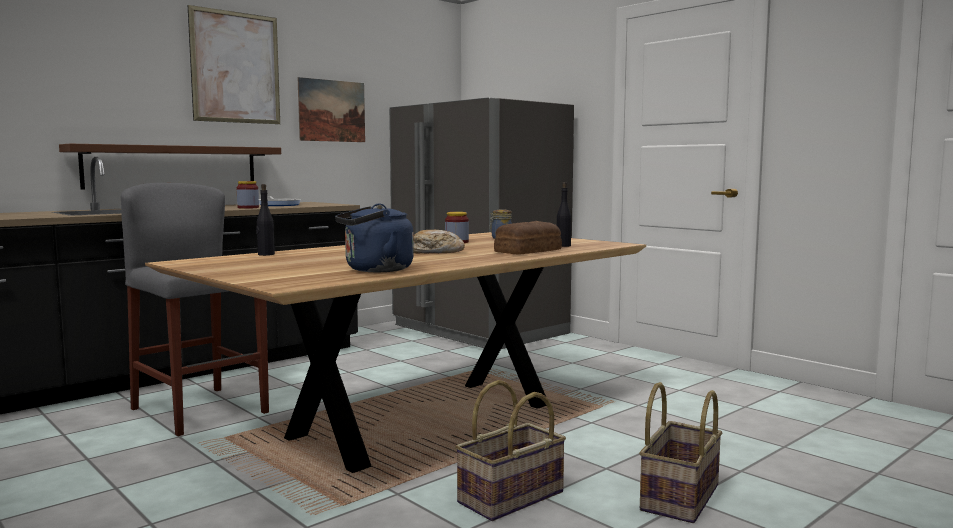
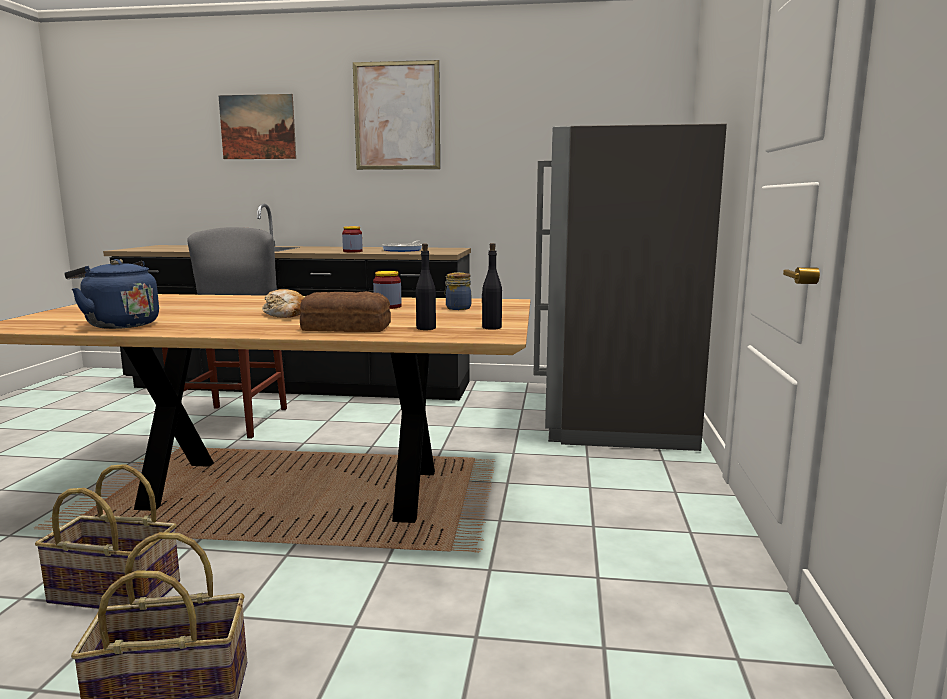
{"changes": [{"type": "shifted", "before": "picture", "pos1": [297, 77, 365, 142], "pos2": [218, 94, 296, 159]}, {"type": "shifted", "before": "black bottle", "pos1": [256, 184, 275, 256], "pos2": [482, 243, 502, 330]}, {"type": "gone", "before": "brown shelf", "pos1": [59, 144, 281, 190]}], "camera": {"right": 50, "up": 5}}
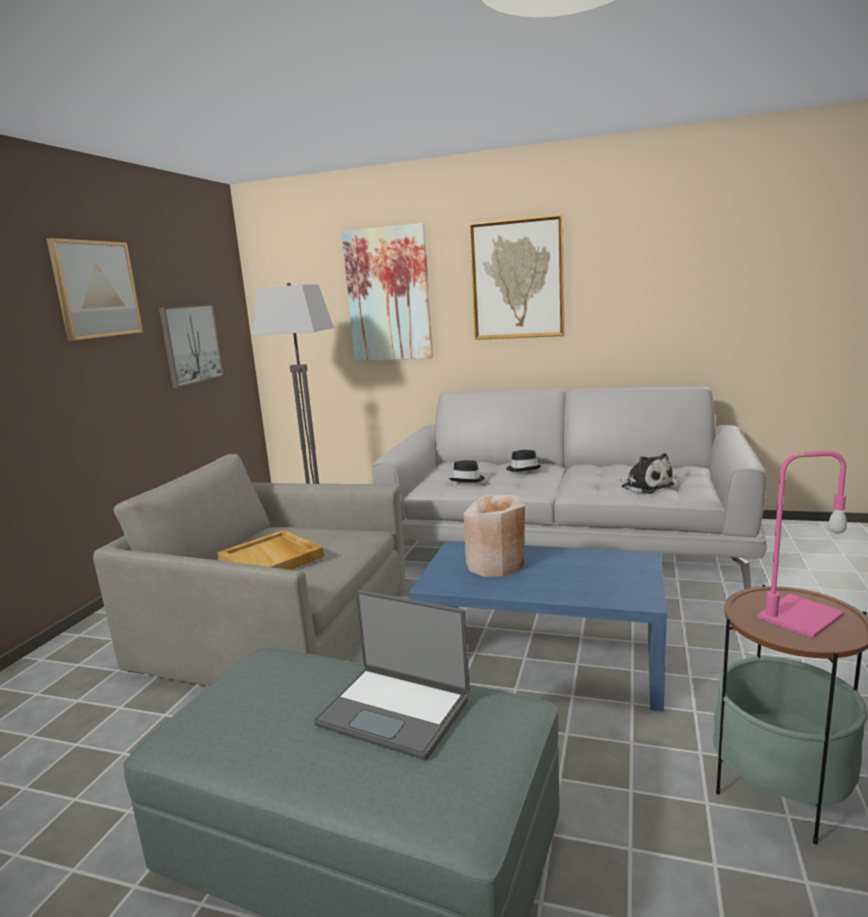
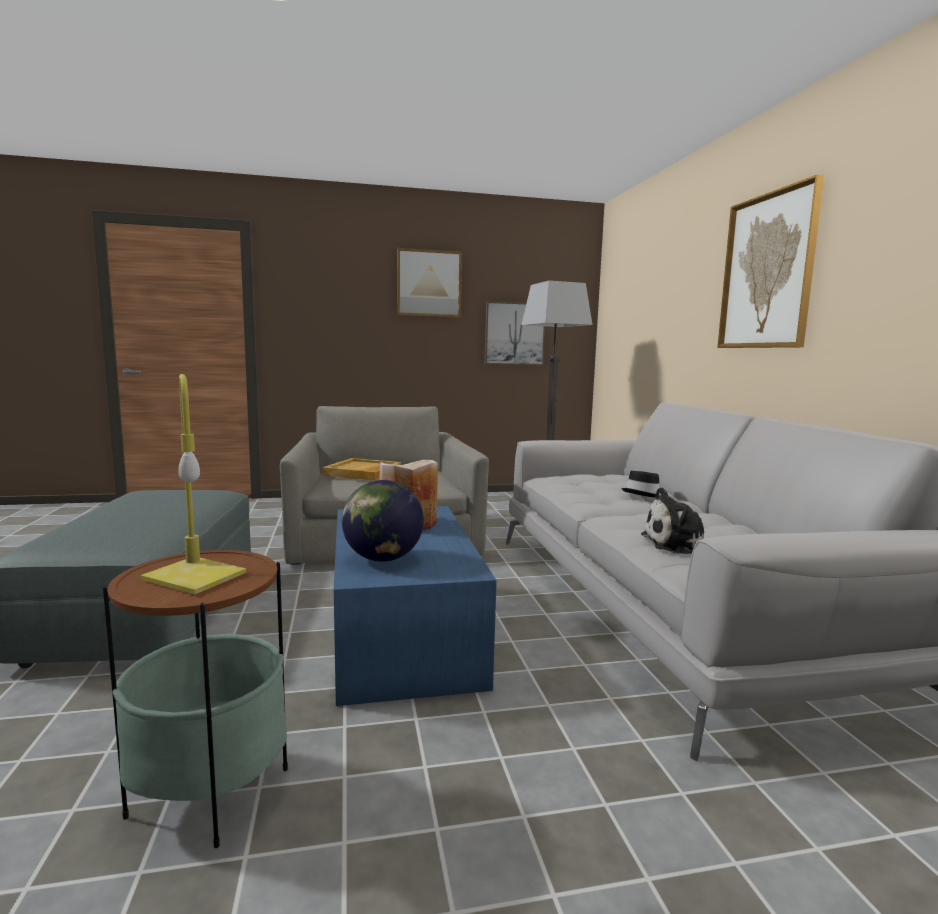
{"changes": [{"type": "repainted", "before": "pink table lamp", "after": "yellow table lamp", "pos1": [758, 451, 847, 638], "pos2": [140, 374, 246, 594]}, {"type": "new", "after": "globe", "pos2": [342, 480, 424, 562]}, {"type": "rotated", "before": "plush toy", "pos1": [617, 453, 675, 494], "pos2": [641, 487, 704, 554], "turn": 60}, {"type": "gone", "before": "laptop", "pos1": [313, 590, 470, 760]}, {"type": "gone", "before": "picture", "pos1": [342, 223, 433, 361]}, {"type": "gone", "before": "black hat", "pos1": [449, 460, 485, 483]}], "camera": {"right": 60, "up": -5}}
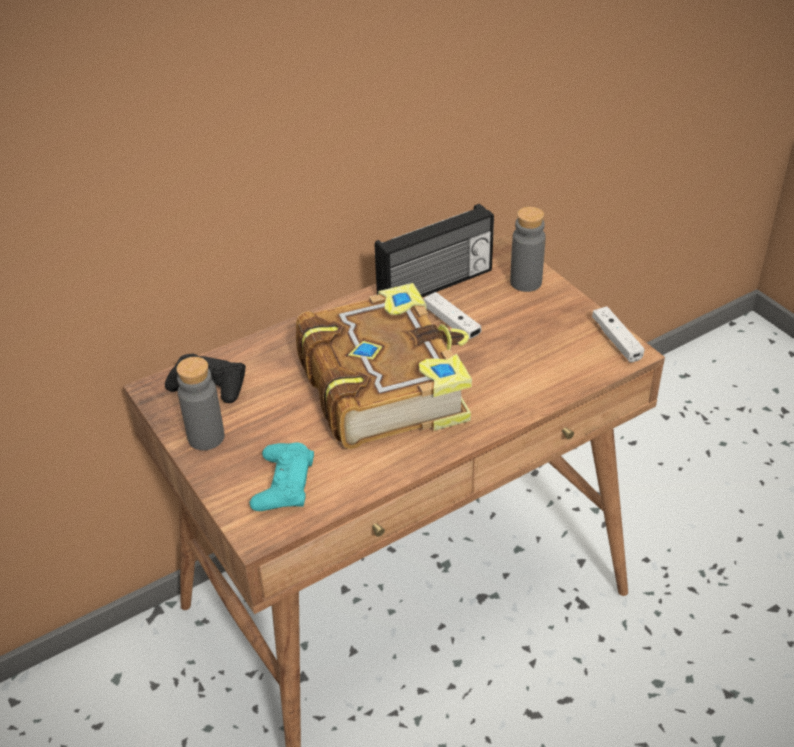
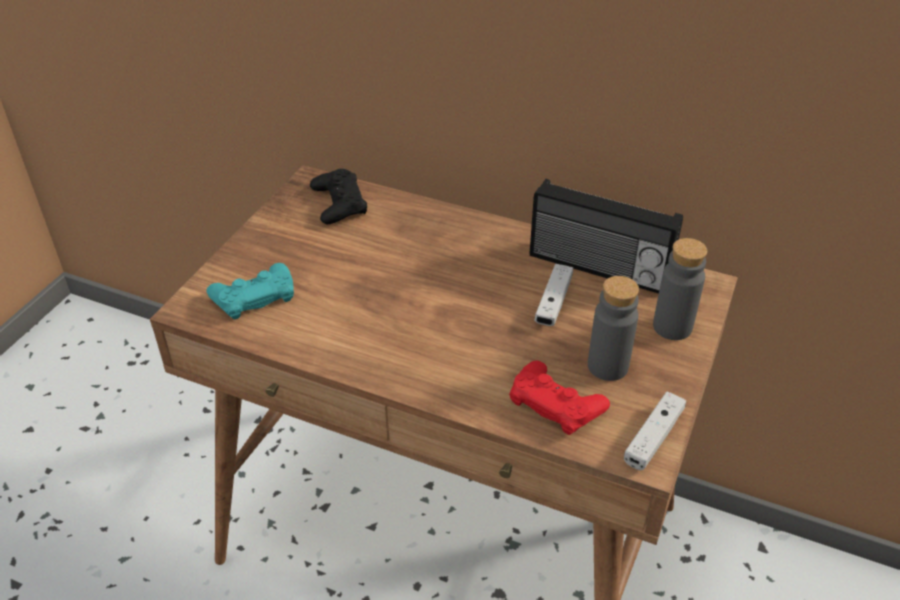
{"changes": [{"type": "new", "after": "red game controller", "pos2": [509, 361, 610, 435]}, {"type": "shifted", "before": "grey bottle", "pos1": [176, 357, 225, 450], "pos2": [588, 276, 639, 381]}, {"type": "gone", "before": "book", "pos1": [296, 283, 472, 449]}], "camera": {"right": 55, "up": 0}}
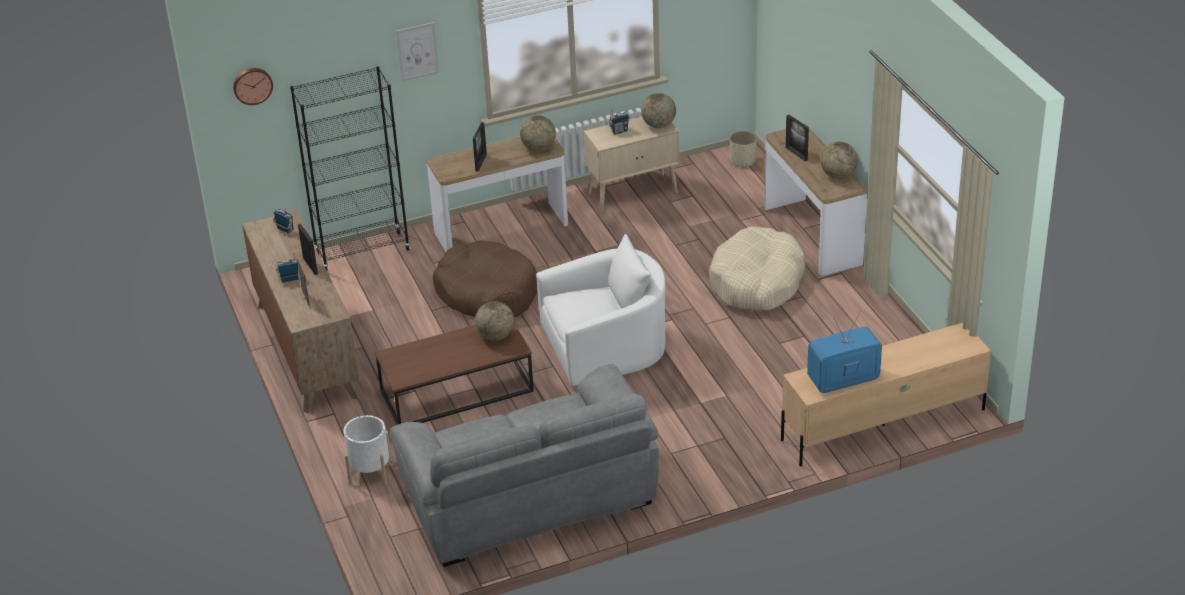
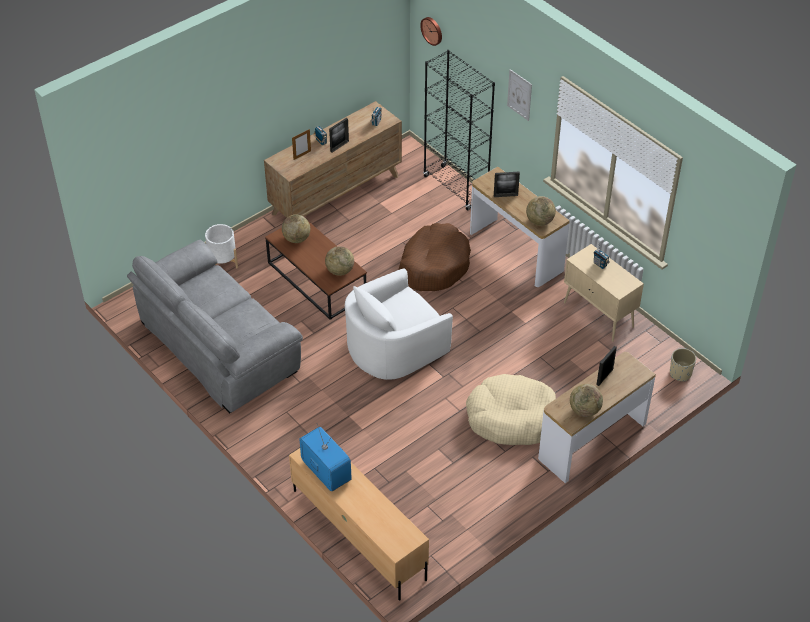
{"changes": [{"type": "shifted", "before": "globe", "pos1": [641, 93, 676, 128], "pos2": [282, 214, 310, 243]}, {"type": "rotated", "before": "white armchair", "pos1": [536, 234, 666, 386], "pos2": [345, 268, 453, 380], "turn": 90}], "camera": {"right": 70, "up": 10}}
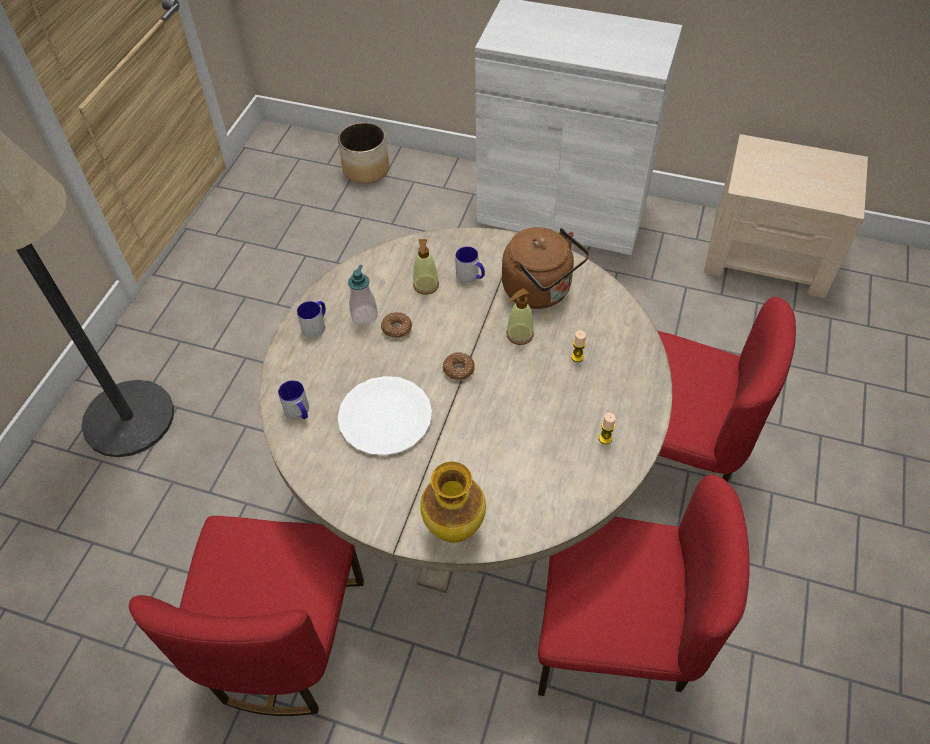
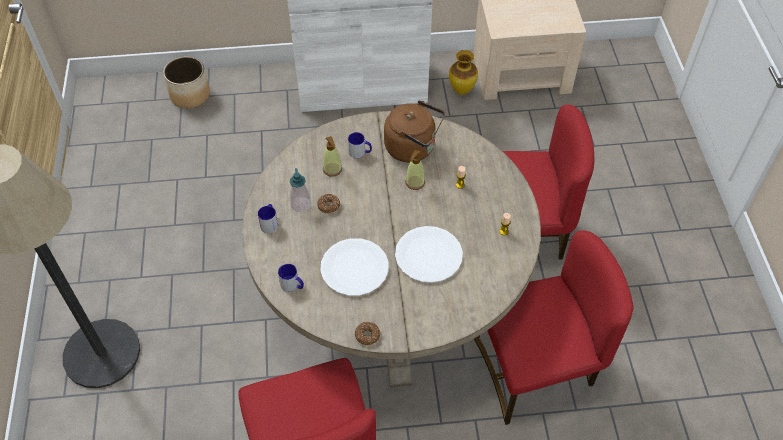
{"changes": [{"type": "shifted", "before": "donut", "pos1": [443, 352, 475, 380], "pos2": [355, 322, 380, 345]}, {"type": "new", "after": "white plate", "pos2": [395, 226, 463, 283]}, {"type": "shifted", "before": "vase", "pos1": [420, 462, 486, 543], "pos2": [449, 50, 478, 95]}], "camera": {"right": -25, "up": 0}}
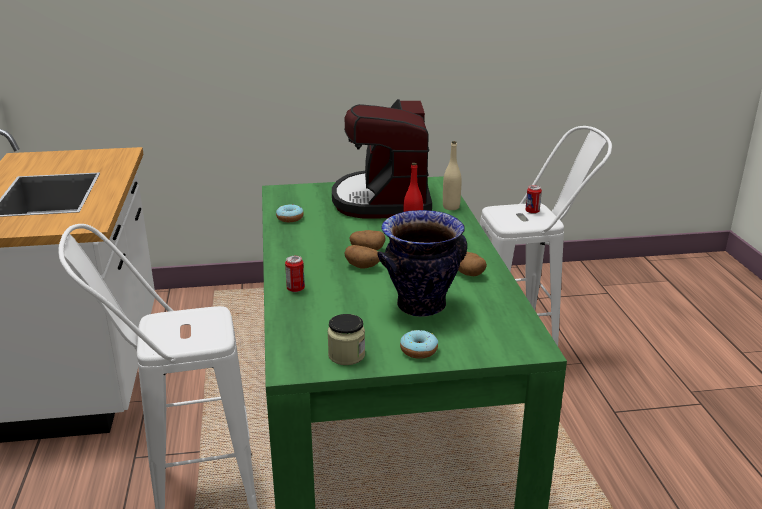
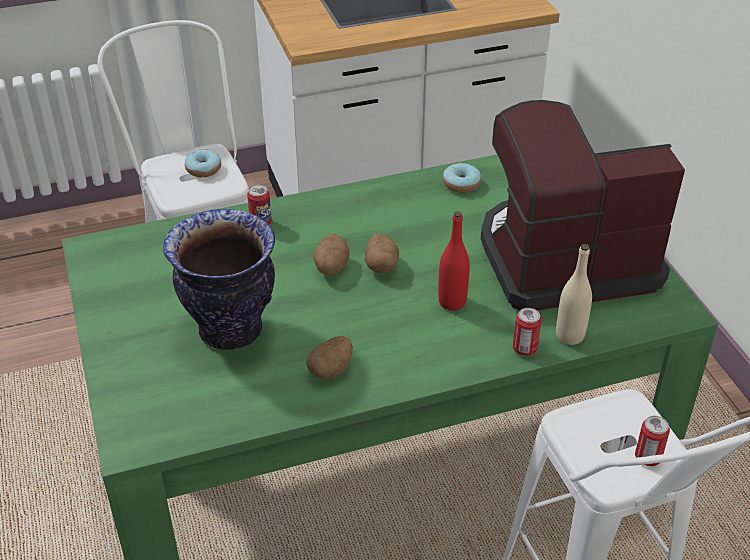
{"changes": [{"type": "shifted", "before": "donut", "pos1": [400, 330, 438, 359], "pos2": [185, 149, 221, 177]}, {"type": "new", "after": "can", "pos2": [513, 308, 542, 356]}, {"type": "gone", "before": "jar", "pos1": [327, 314, 365, 365]}], "camera": {"right": 80, "up": 15}}
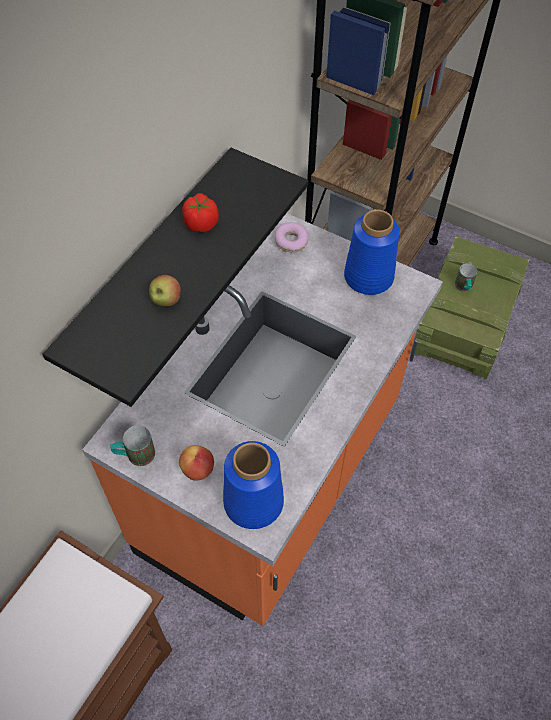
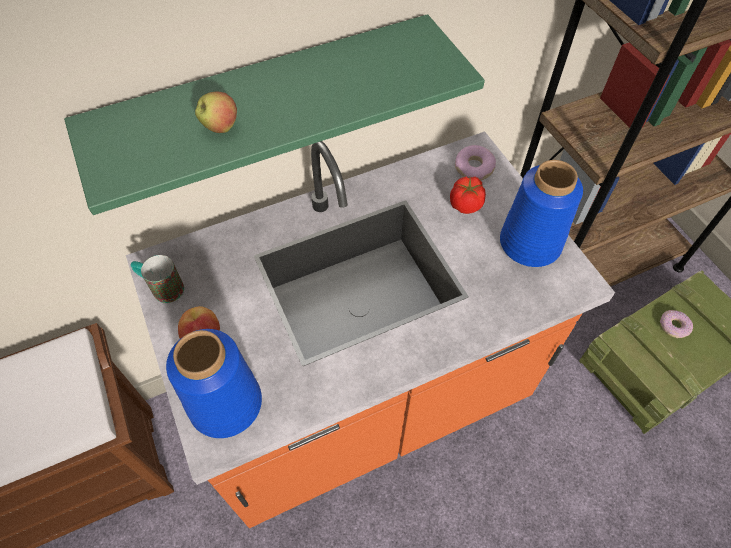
{"changes": [{"type": "repainted", "before": "black shelf", "after": "green shelf", "pos1": [42, 148, 308, 407], "pos2": [64, 14, 485, 215]}, {"type": "shifted", "before": "tomato", "pos1": [182, 193, 219, 232], "pos2": [450, 177, 486, 214]}, {"type": "swapped", "before": "mug", "after": "donut", "pos1": [455, 263, 477, 292], "pos2": [660, 310, 693, 338]}], "camera": {"right": 35, "up": 0}}
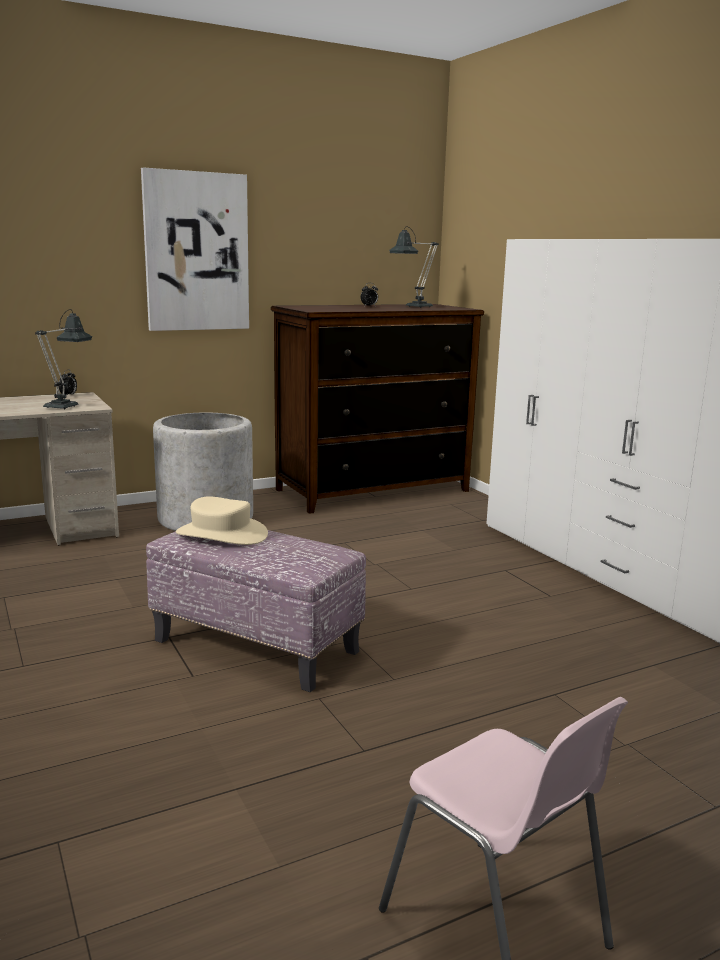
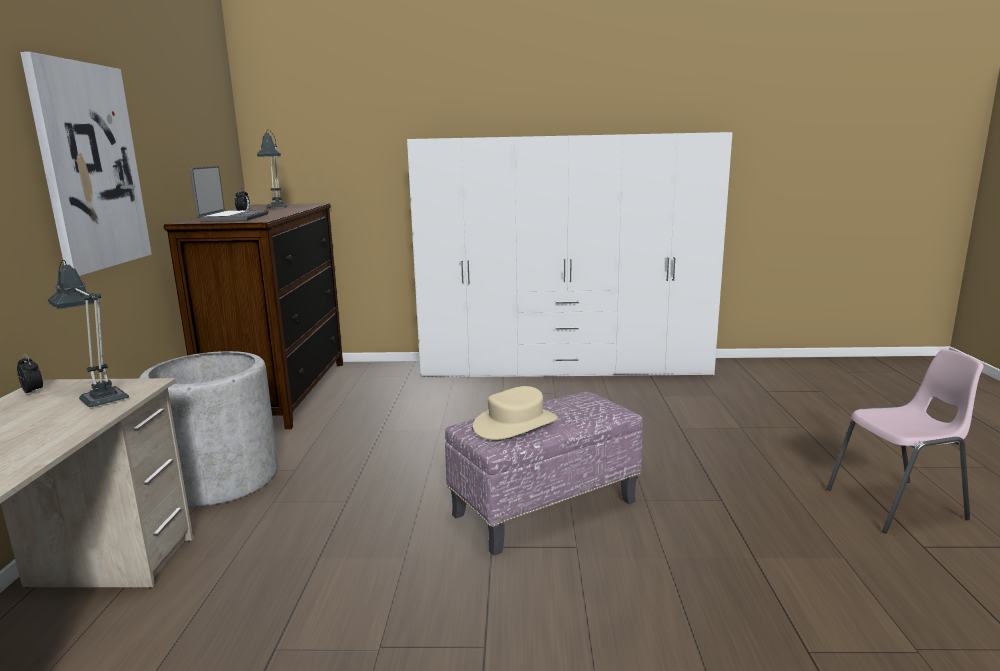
{"changes": [{"type": "new", "after": "laptop", "pos2": [190, 166, 268, 222]}], "camera": {"right": -60, "up": 0}}
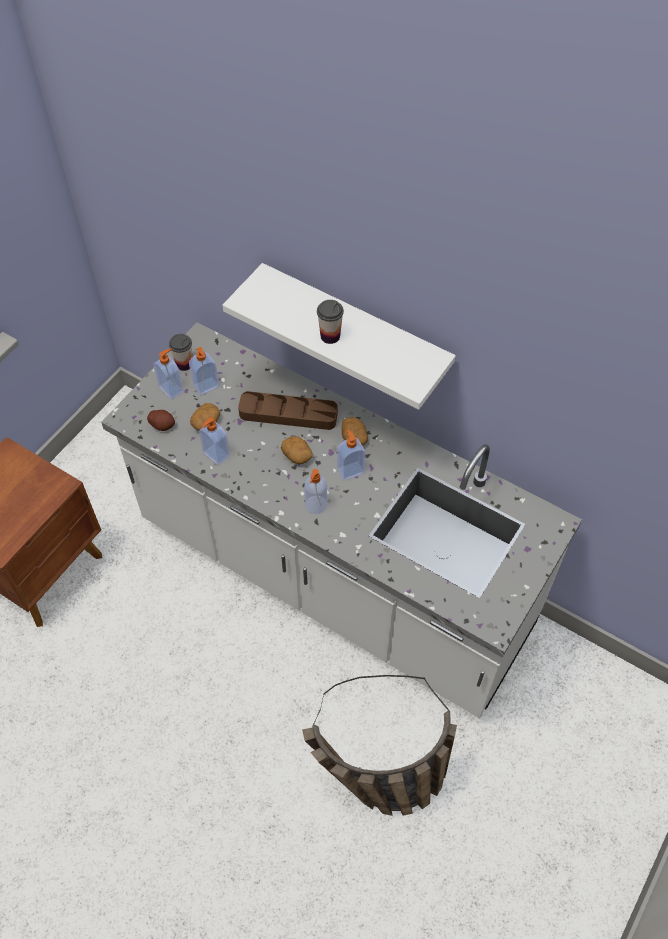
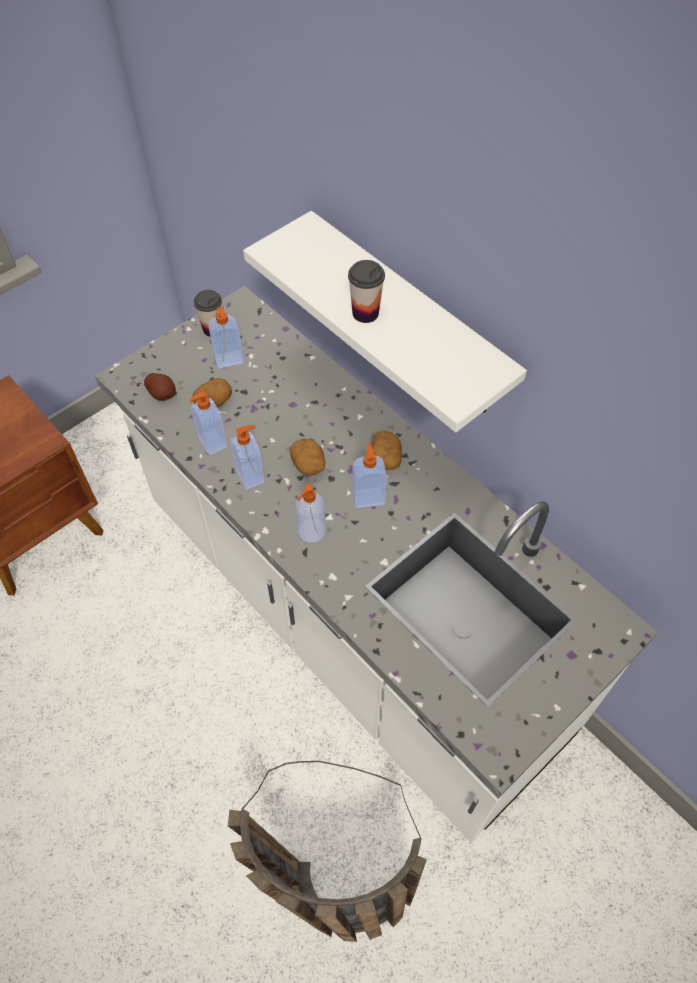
{"changes": [{"type": "shifted", "before": "soap dispenser", "pos1": [154, 349, 184, 399], "pos2": [230, 425, 265, 490]}, {"type": "gone", "before": "brown tray", "pos1": [238, 391, 338, 430]}], "camera": {"right": 15, "up": 0}}
